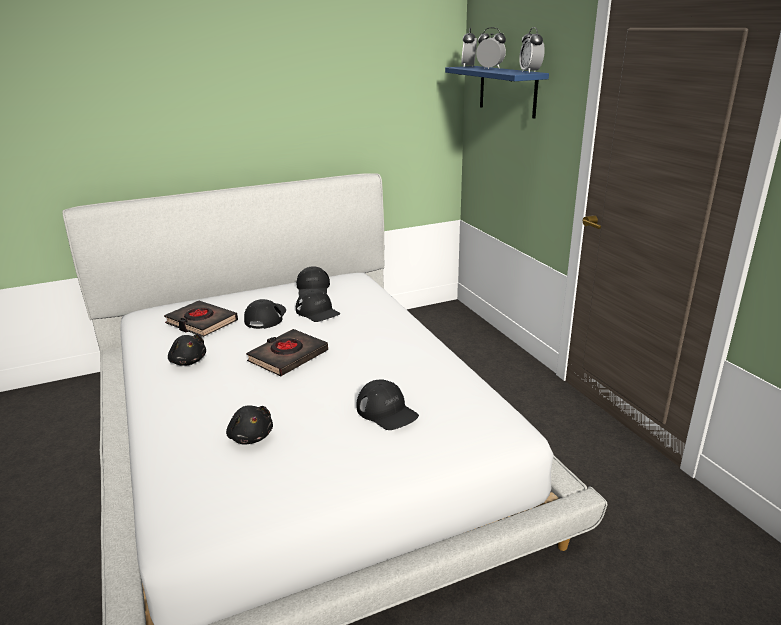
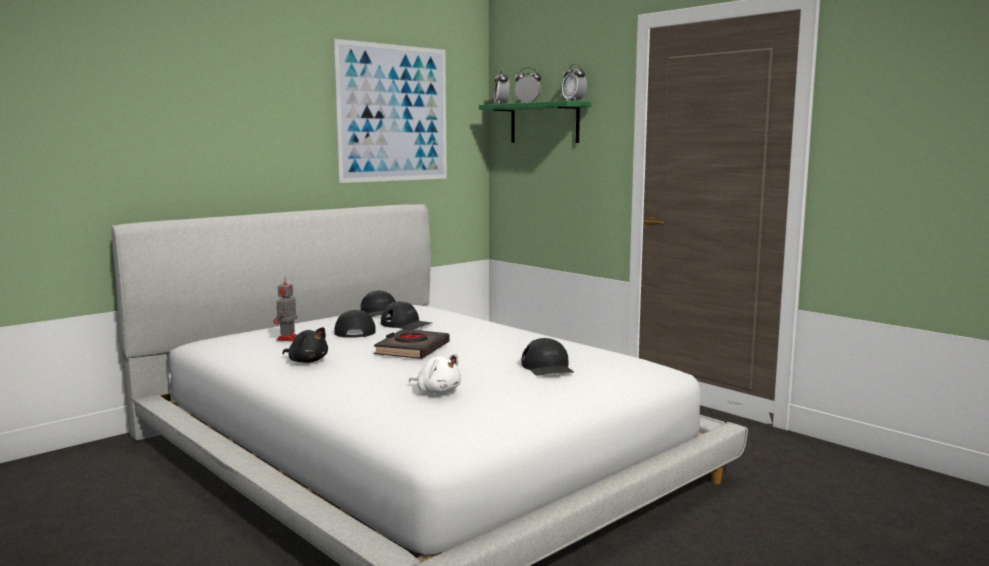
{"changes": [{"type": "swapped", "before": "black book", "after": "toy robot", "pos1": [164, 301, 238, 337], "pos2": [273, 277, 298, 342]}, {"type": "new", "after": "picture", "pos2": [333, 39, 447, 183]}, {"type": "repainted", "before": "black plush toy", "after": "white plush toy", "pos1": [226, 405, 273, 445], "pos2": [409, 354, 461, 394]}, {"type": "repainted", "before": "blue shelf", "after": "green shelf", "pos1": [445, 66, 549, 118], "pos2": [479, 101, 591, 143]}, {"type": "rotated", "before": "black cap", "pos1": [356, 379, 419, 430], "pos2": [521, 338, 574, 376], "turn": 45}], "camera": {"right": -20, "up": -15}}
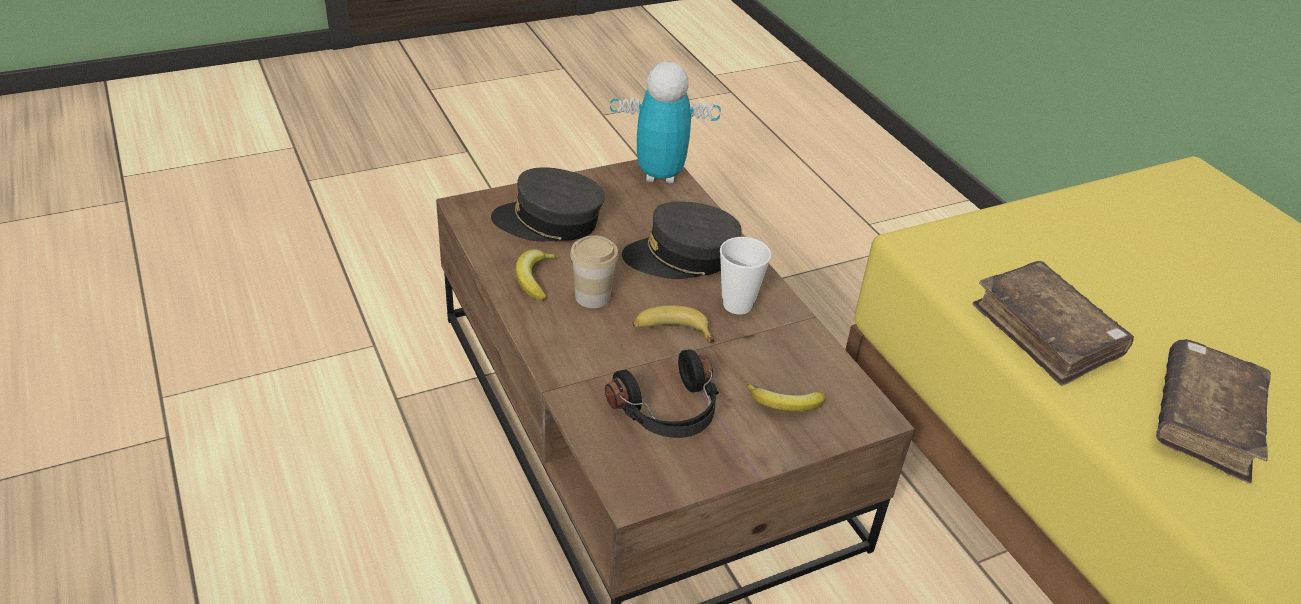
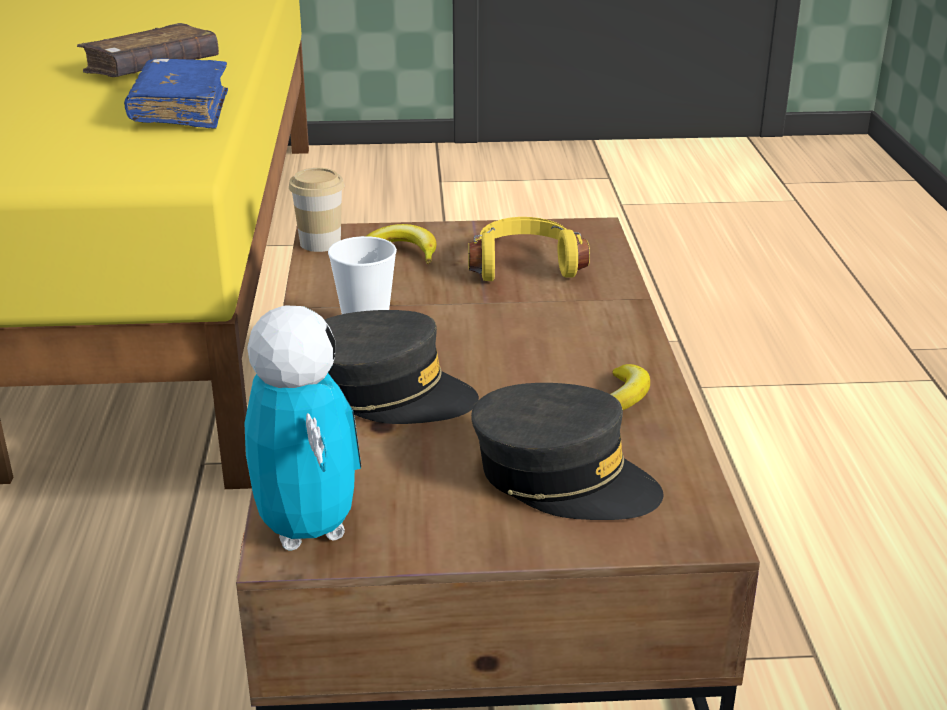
{"changes": [{"type": "repainted", "before": "brown book", "after": "blue book", "pos1": [972, 261, 1134, 386], "pos2": [124, 58, 228, 129]}, {"type": "rotated", "before": "toy robot", "pos1": [610, 62, 721, 183], "pos2": [244, 305, 361, 550], "turn": -135}, {"type": "shifted", "before": "cup", "pos1": [570, 235, 619, 308], "pos2": [289, 168, 344, 252]}, {"type": "repainted", "before": "black headphones", "after": "yellow headphones", "pos1": [605, 349, 719, 438], "pos2": [468, 217, 590, 281]}, {"type": "gone", "before": "banana", "pos1": [632, 305, 715, 343]}], "camera": {"right": -155, "up": -10}}
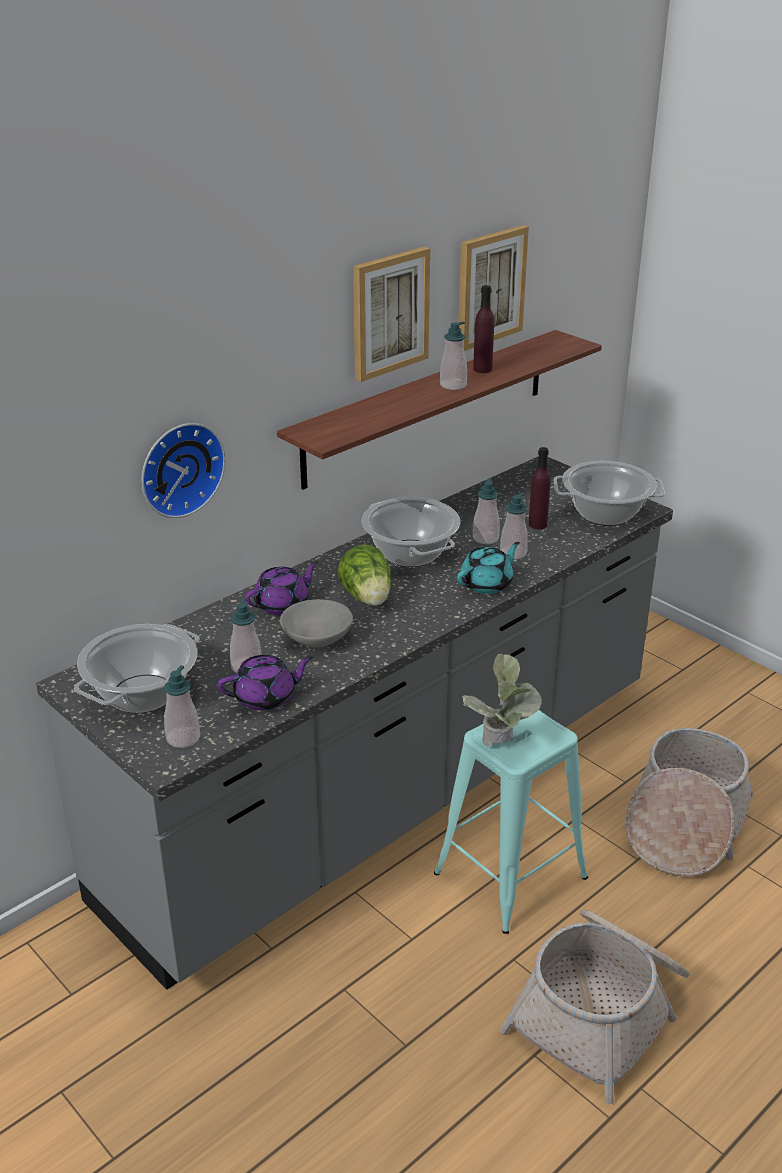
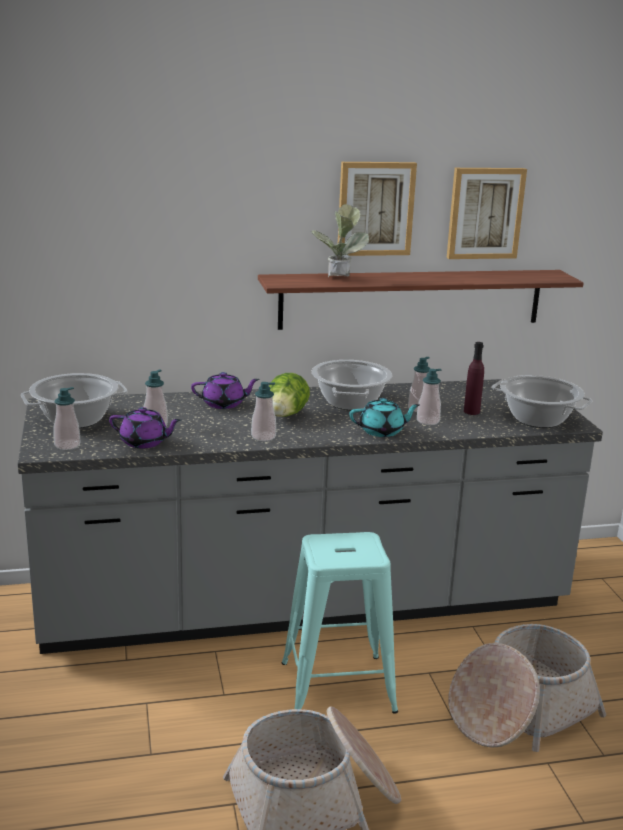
{"changes": [{"type": "shifted", "before": "soap dispenser", "pos1": [440, 322, 467, 390], "pos2": [251, 382, 276, 441]}, {"type": "shifted", "before": "potted plant", "pos1": [462, 653, 542, 747], "pos2": [311, 204, 369, 277]}, {"type": "gone", "before": "wall clock", "pos1": [141, 423, 226, 518]}, {"type": "gone", "before": "grey bowl", "pos1": [280, 599, 353, 648]}, {"type": "gone", "before": "purple bottle", "pos1": [473, 285, 494, 373]}], "camera": {"right": 30, "up": -10}}
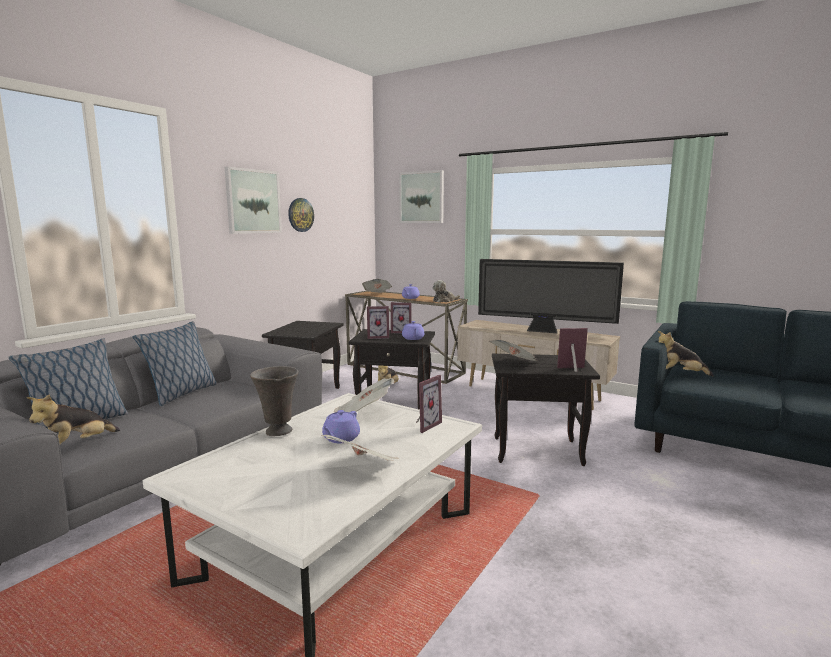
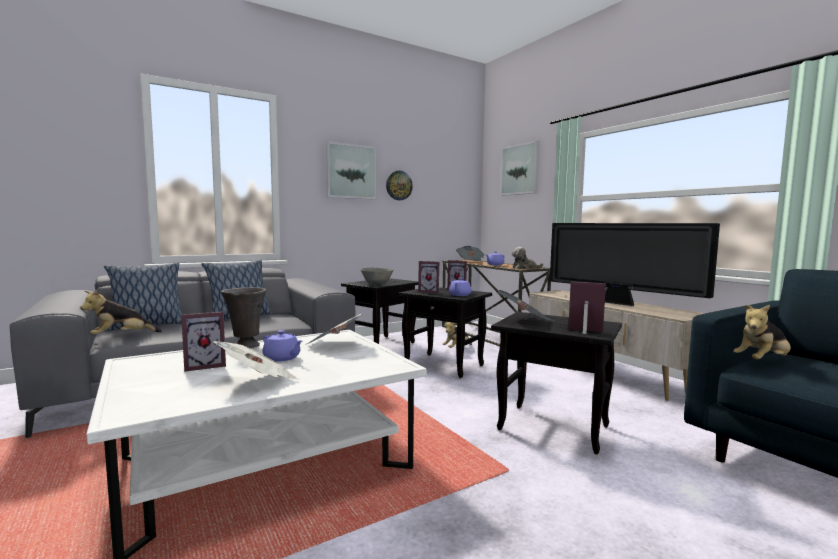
{"changes": [{"type": "shifted", "before": "picture frame", "pos1": [416, 375, 442, 433], "pos2": [181, 312, 226, 372]}, {"type": "rotated", "before": "purple teapot", "pos1": [322, 410, 360, 443], "pos2": [262, 330, 302, 362], "turn": -105}, {"type": "new", "after": "grey bowl", "pos2": [360, 268, 394, 285]}, {"type": "rotated", "before": "plush toy", "pos1": [658, 331, 714, 376], "pos2": [733, 305, 791, 359], "turn": -60}], "camera": {"right": 25, "up": -5}}
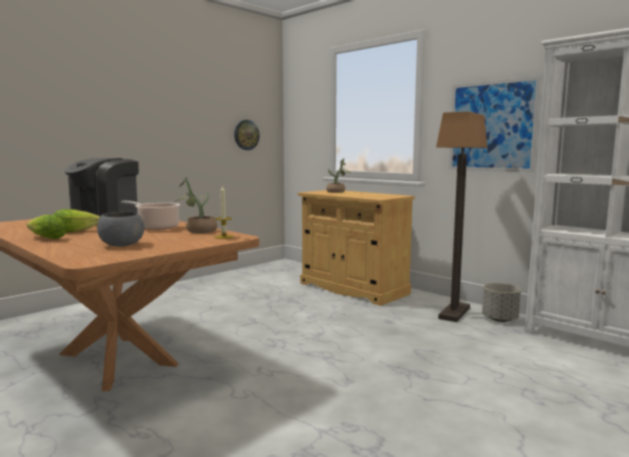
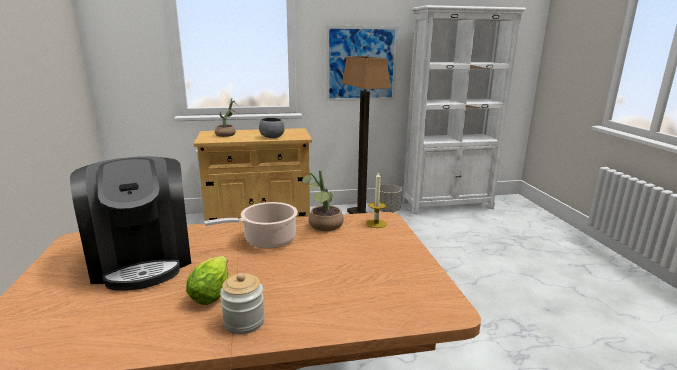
{"changes": [{"type": "swapped", "before": "lettuce", "after": "jar", "pos1": [26, 215, 67, 239], "pos2": [220, 273, 265, 334]}, {"type": "shifted", "before": "grey bowl", "pos1": [97, 212, 144, 247], "pos2": [259, 118, 285, 138]}, {"type": "gone", "before": "wall clock", "pos1": [234, 120, 260, 150]}], "camera": {"right": -55, "up": 10}}
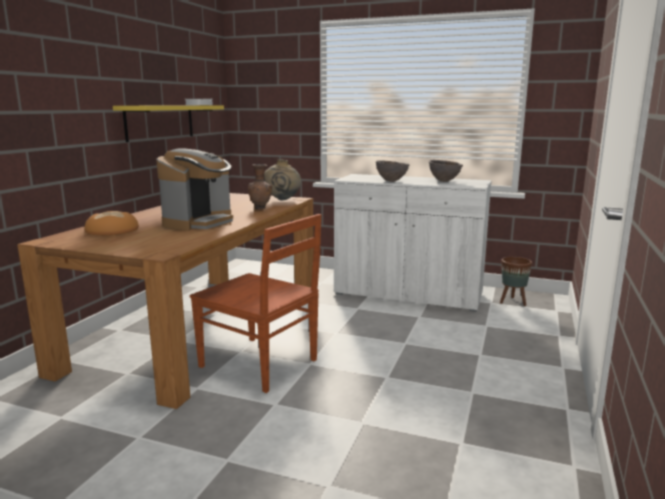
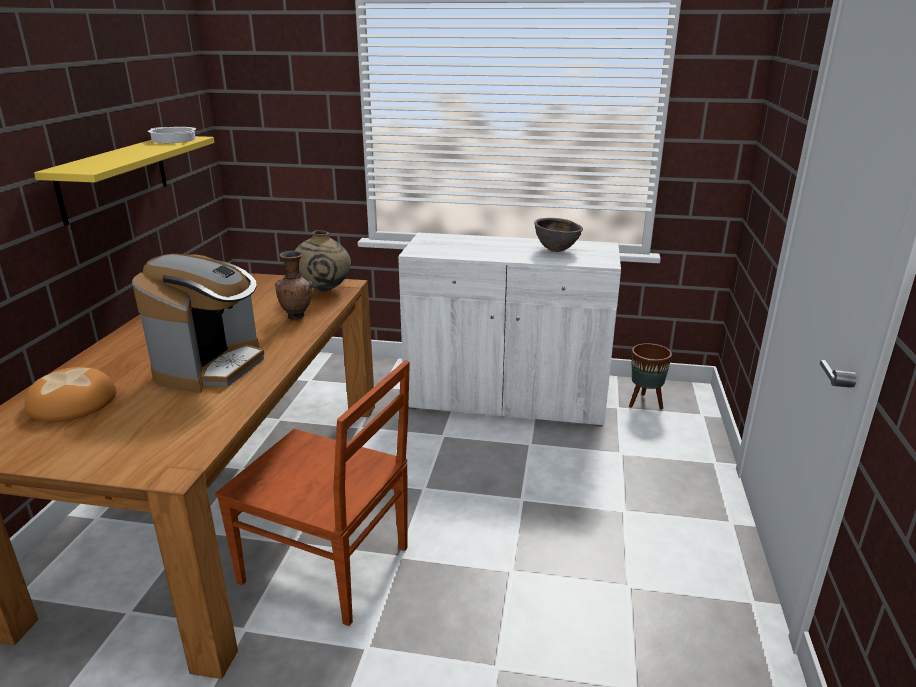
{"changes": [{"type": "gone", "before": "brown bowl", "pos1": [376, 160, 409, 182]}], "camera": {"right": -10, "up": 10}}
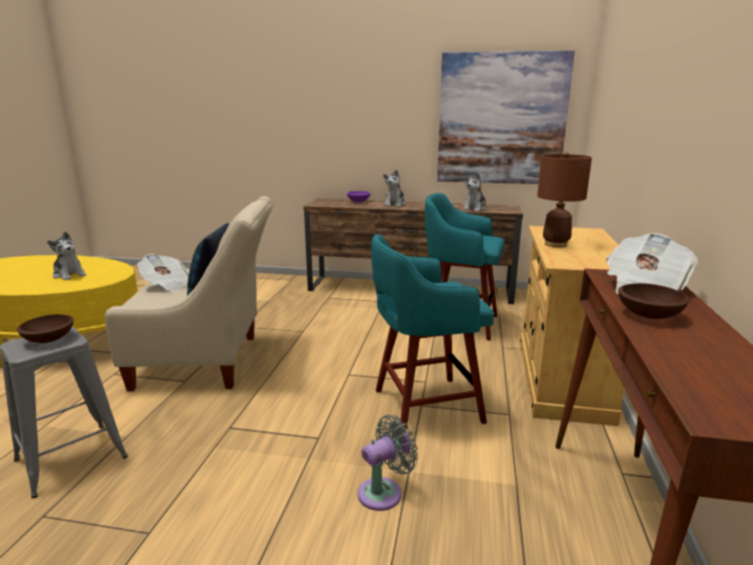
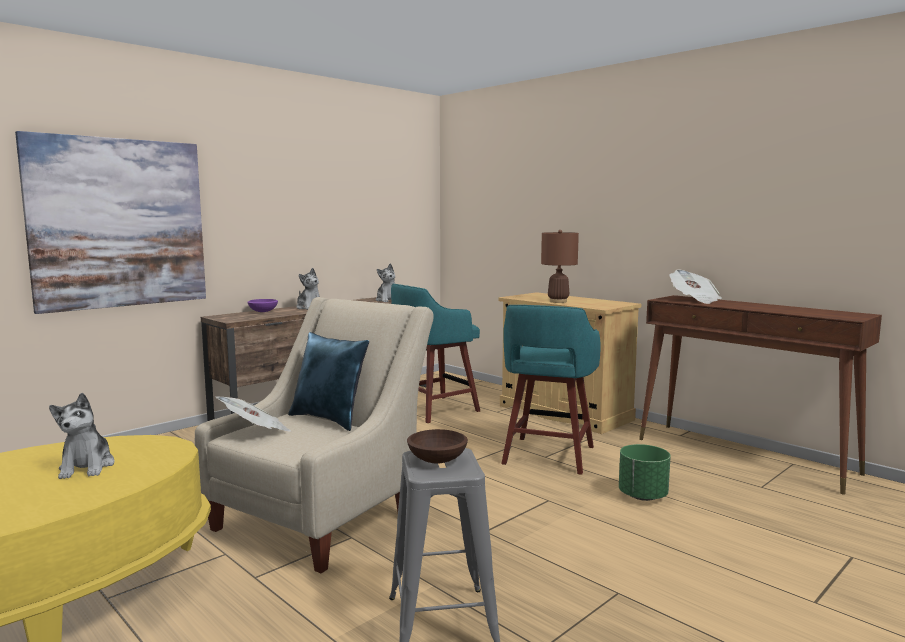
{"changes": [{"type": "shifted", "before": "picture", "pos1": [437, 50, 575, 184], "pos2": [15, 131, 206, 314]}, {"type": "rotated", "before": "plush toy", "pos1": [47, 232, 86, 280], "pos2": [49, 393, 115, 479], "turn": 90}, {"type": "swapped", "before": "grey fan", "after": "green planter", "pos1": [358, 415, 418, 511], "pos2": [619, 444, 671, 501]}, {"type": "gone", "before": "brown bowl", "pos1": [618, 283, 690, 319]}], "camera": {"right": -55, "up": -10}}
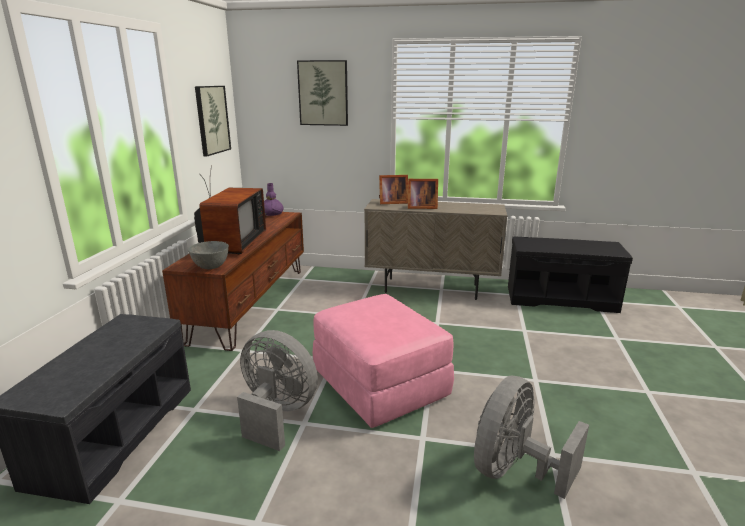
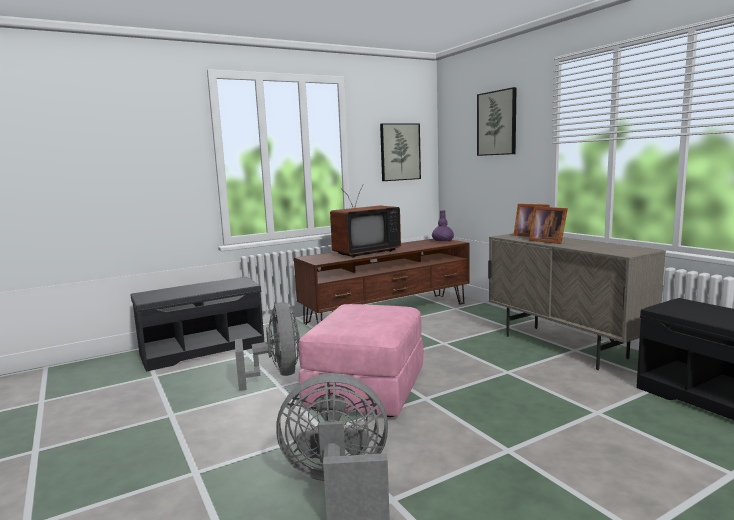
{"changes": [{"type": "gone", "before": "grey bowl", "pos1": [188, 241, 229, 270]}], "camera": {"right": 50, "up": -10}}
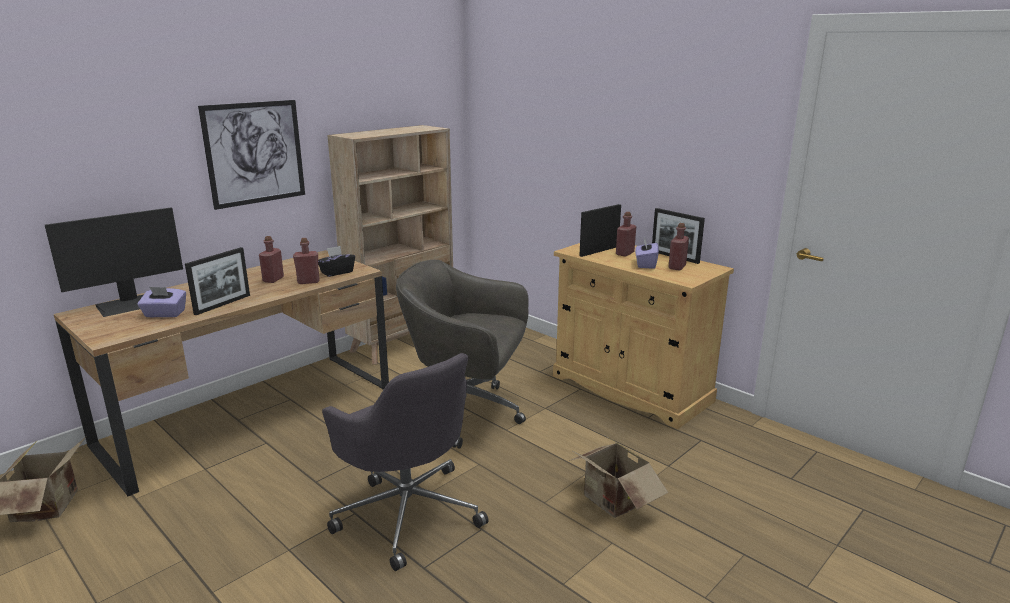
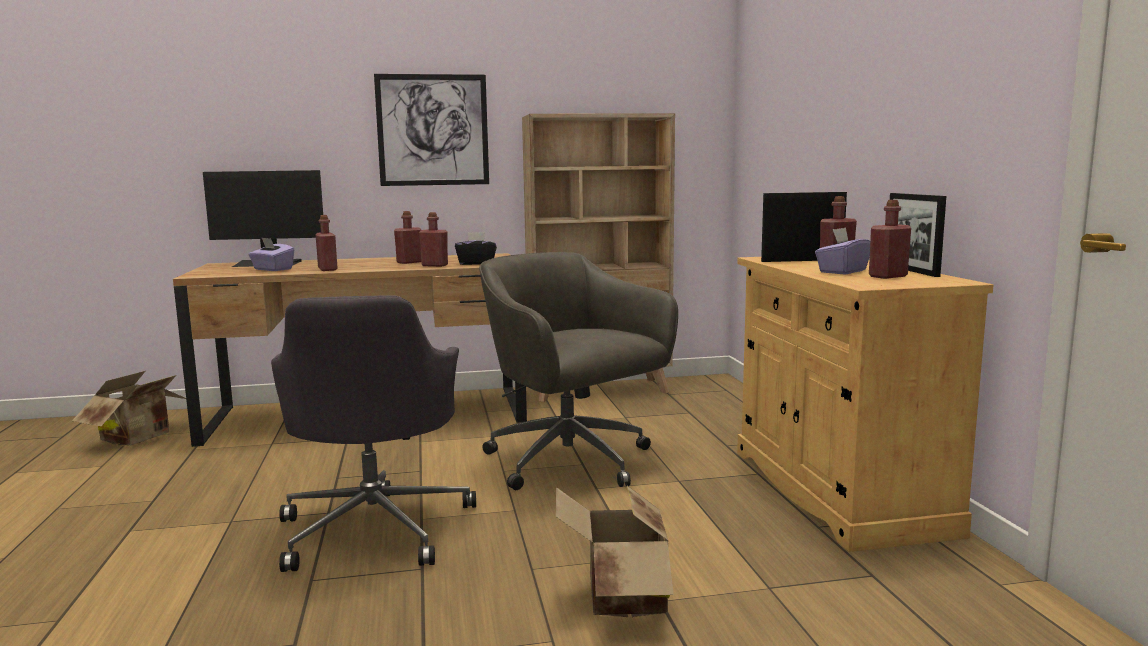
{"changes": [{"type": "swapped", "before": "picture frame", "after": "red bottle", "pos1": [185, 247, 250, 315], "pos2": [316, 215, 338, 271]}], "camera": {"right": 35, "up": -10}}
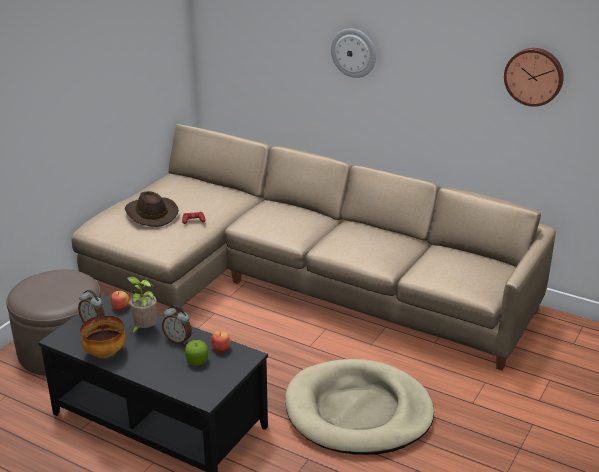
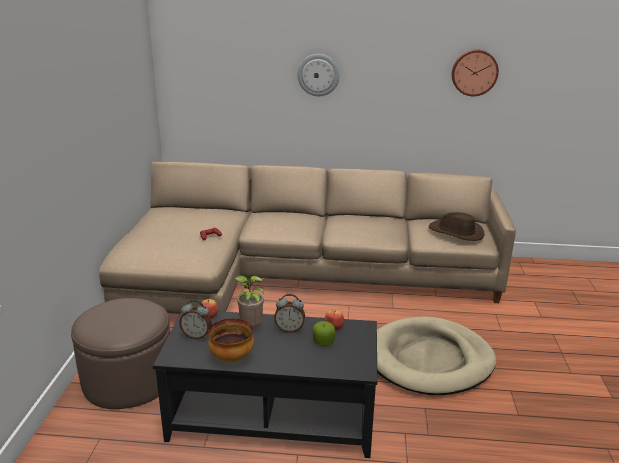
{"changes": [{"type": "shifted", "before": "brown hat", "pos1": [125, 191, 179, 227], "pos2": [429, 212, 485, 241]}], "camera": {"right": -25, "up": -5}}
